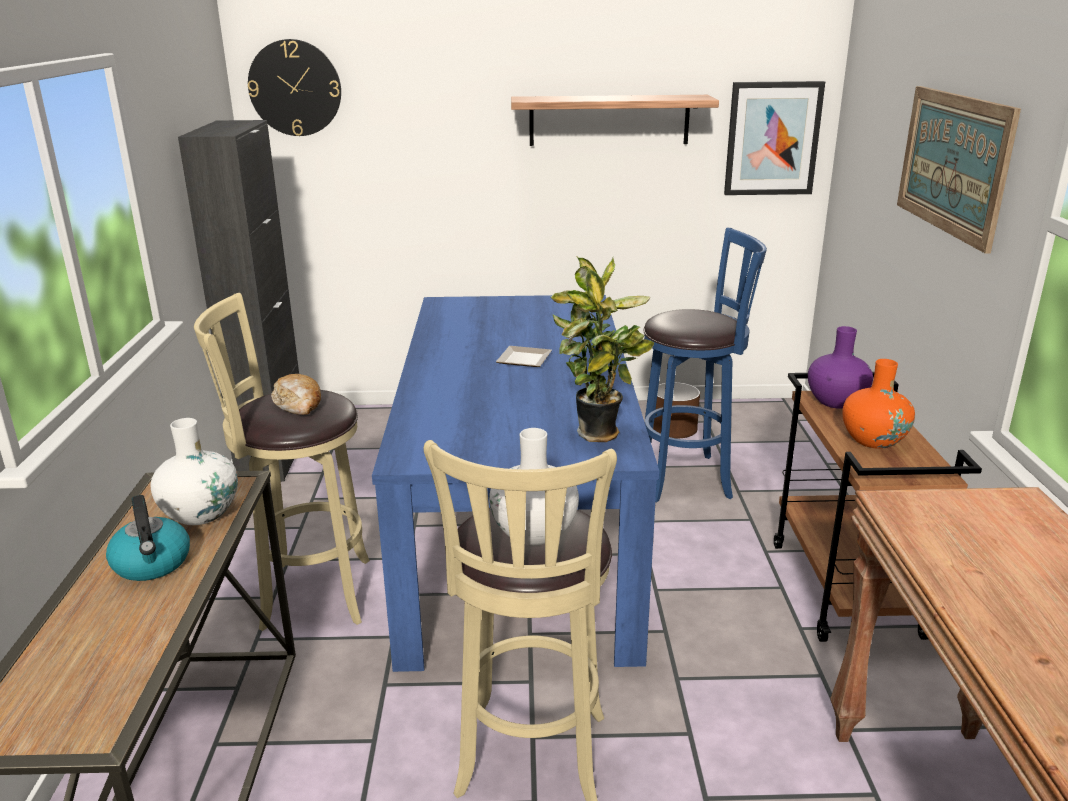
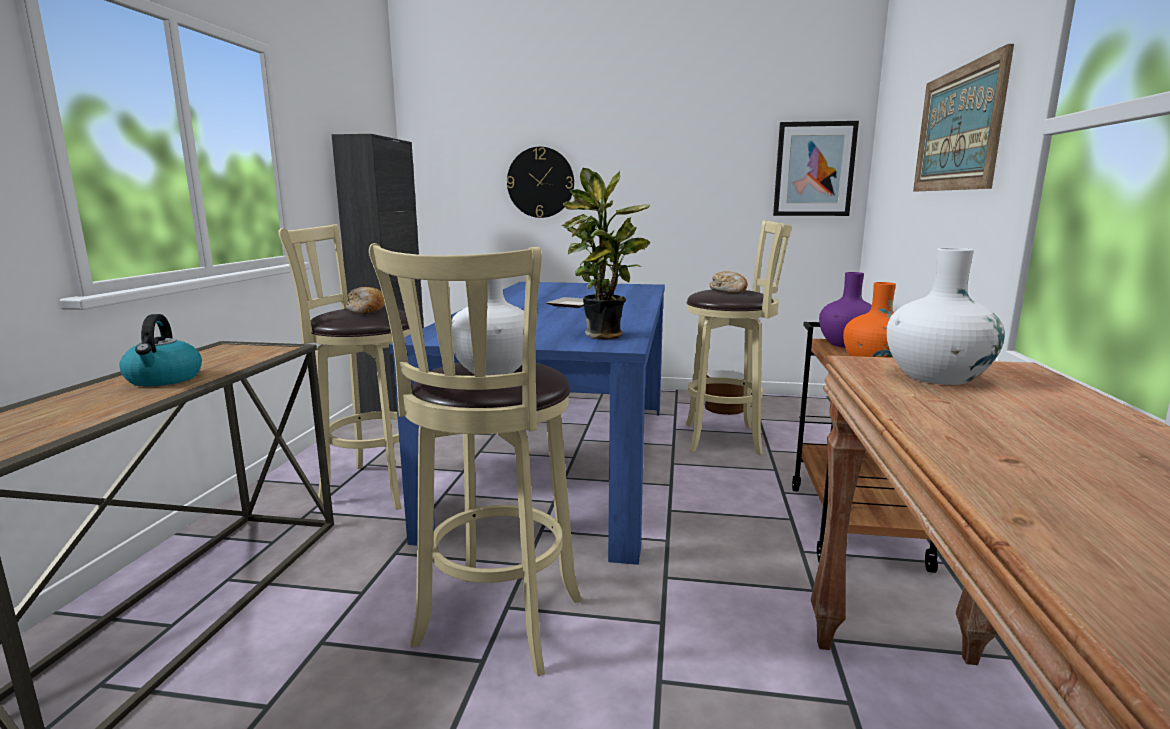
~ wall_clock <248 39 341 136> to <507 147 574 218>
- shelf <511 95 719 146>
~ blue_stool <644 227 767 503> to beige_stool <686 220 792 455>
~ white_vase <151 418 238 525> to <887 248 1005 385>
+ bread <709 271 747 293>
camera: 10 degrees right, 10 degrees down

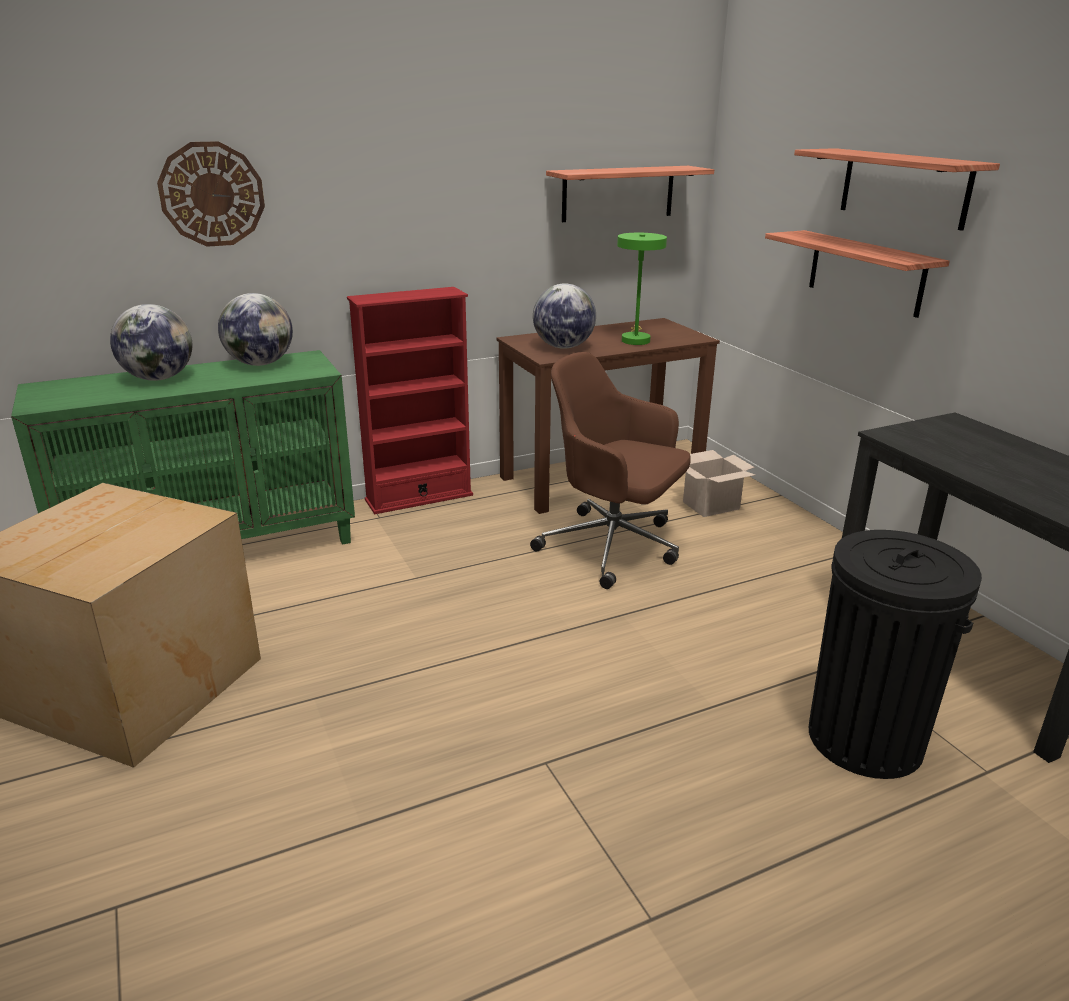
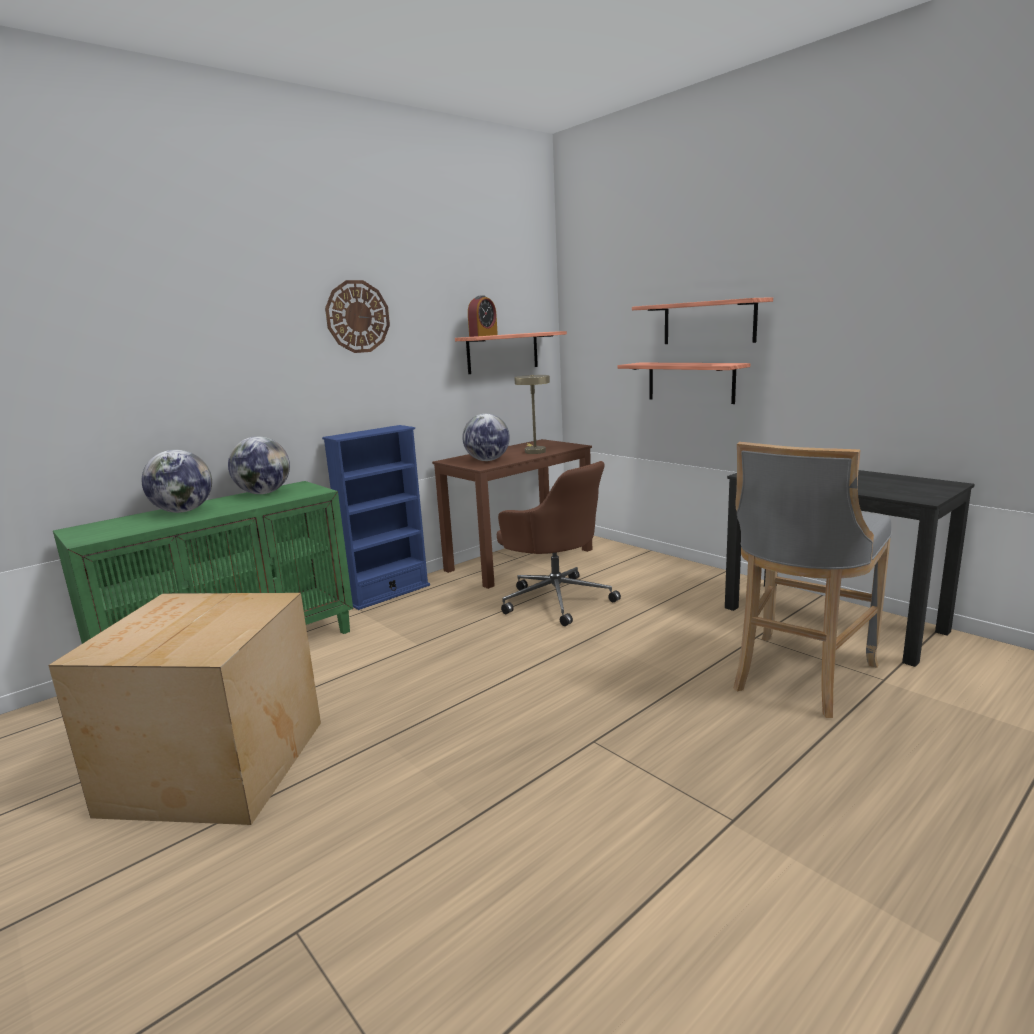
~ wall_clock <157 141 265 247> to <325 280 390 353>
~ green_table_lamp <617 233 667 345> to beige_table_lamp <514 375 550 454>
~ red_bookcase <347 287 473 514> to blue_bookcase <322 425 430 610>
~ brown_office_chair <530 352 691 589> = <497 461 621 626> 150 degrees counterclockwise
- cardboard_box <683 450 755 517>
~ black_trash_can <809 530 982 779> to grey_stool <734 442 891 718>
+ alarm_clock <468 295 498 337>
camera: 15 degrees left, 10 degrees down

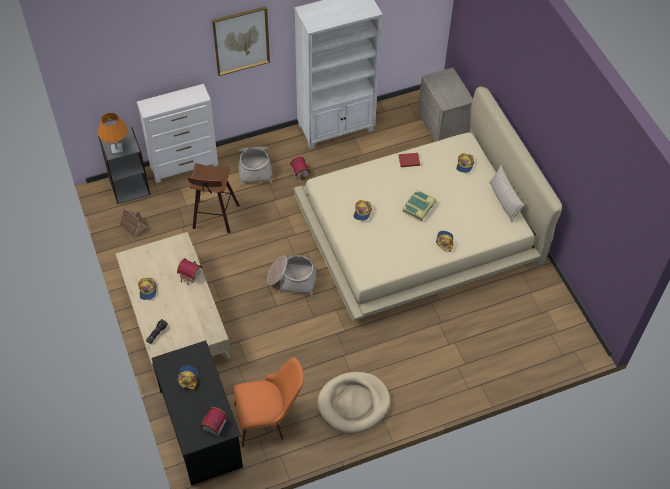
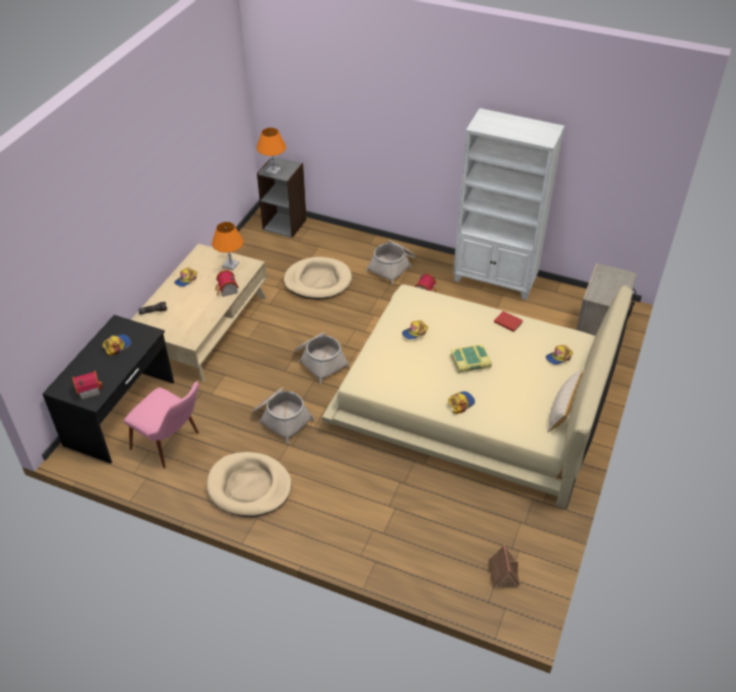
- picture <212 6 270 76>
- white_dresser <137 84 218 183>
~ stool <187 163 240 233> to beige_dog_bed <284 257 352 299>
~ toy_house <119 207 148 236> to <488 545 520 587>
~ orange_chair <234 357 304 447> to pink_chair <124 382 199 468>
+ orange_table_lamp <212 222 244 270>
+ basket <252 387 315 443>
camera: 45 degrees right, 10 degrees down

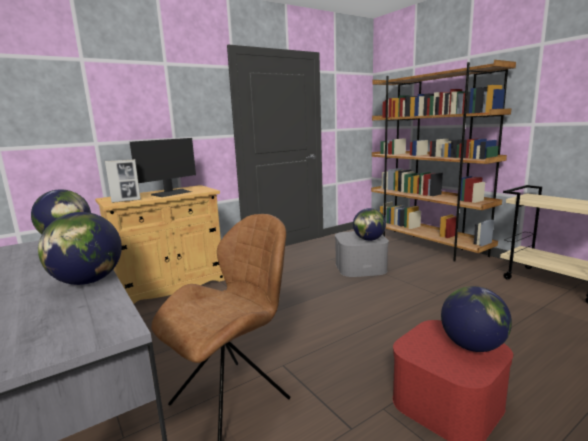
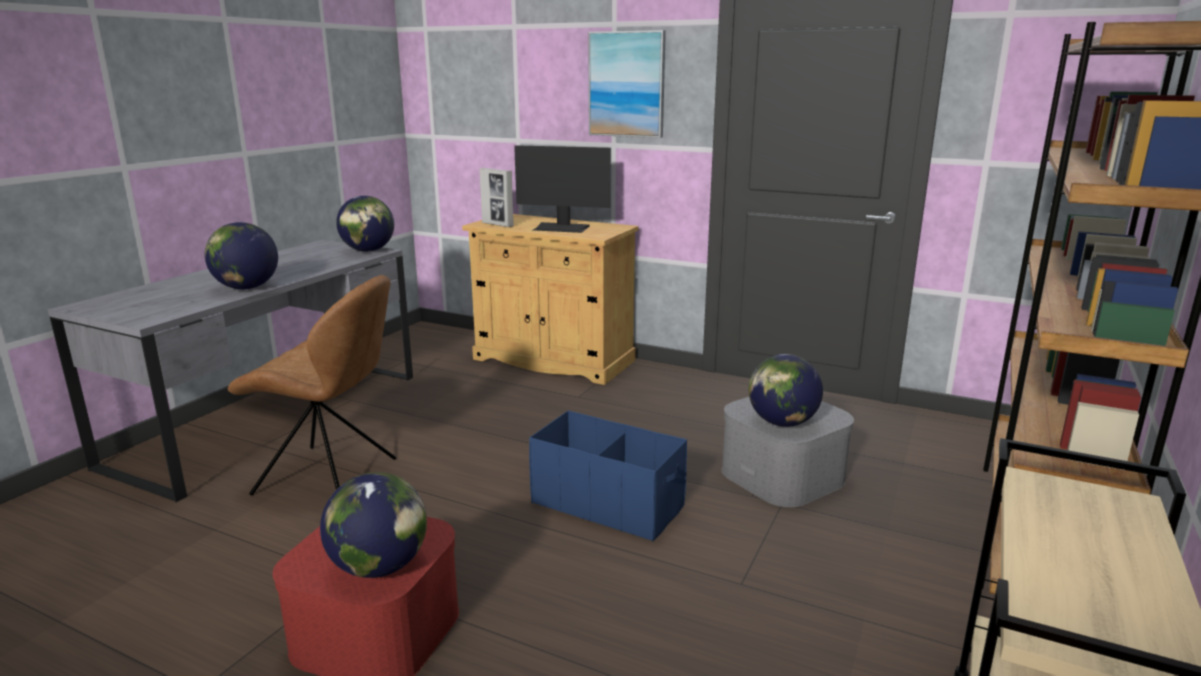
+ picture <588 30 666 138>
+ blue_storage_box <529 411 687 541>
camera: 60 degrees right, 5 degrees up

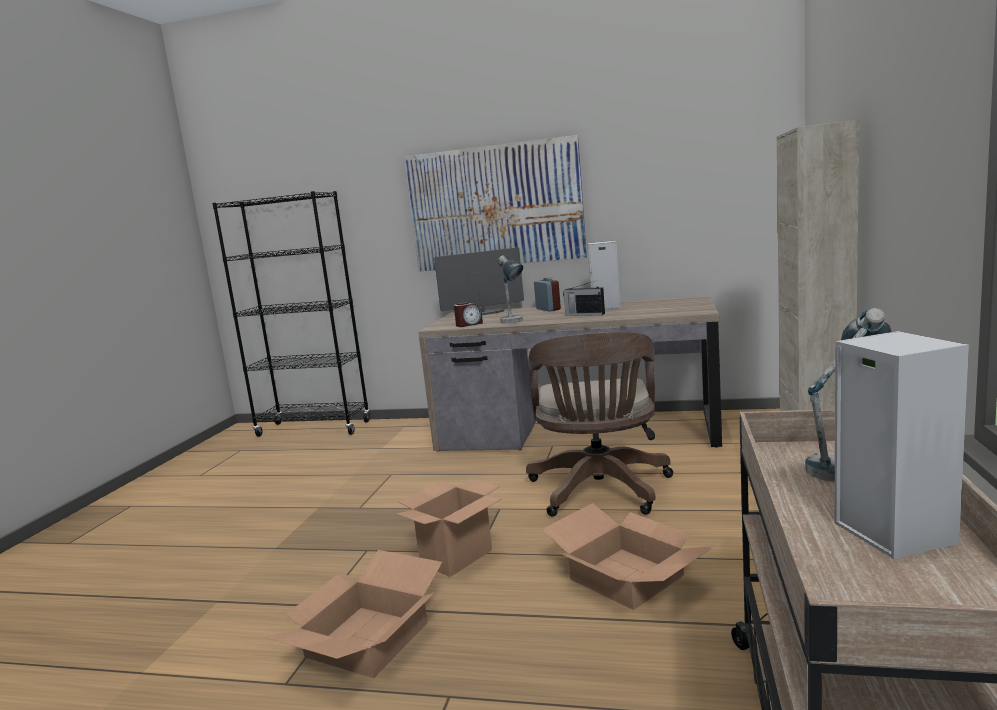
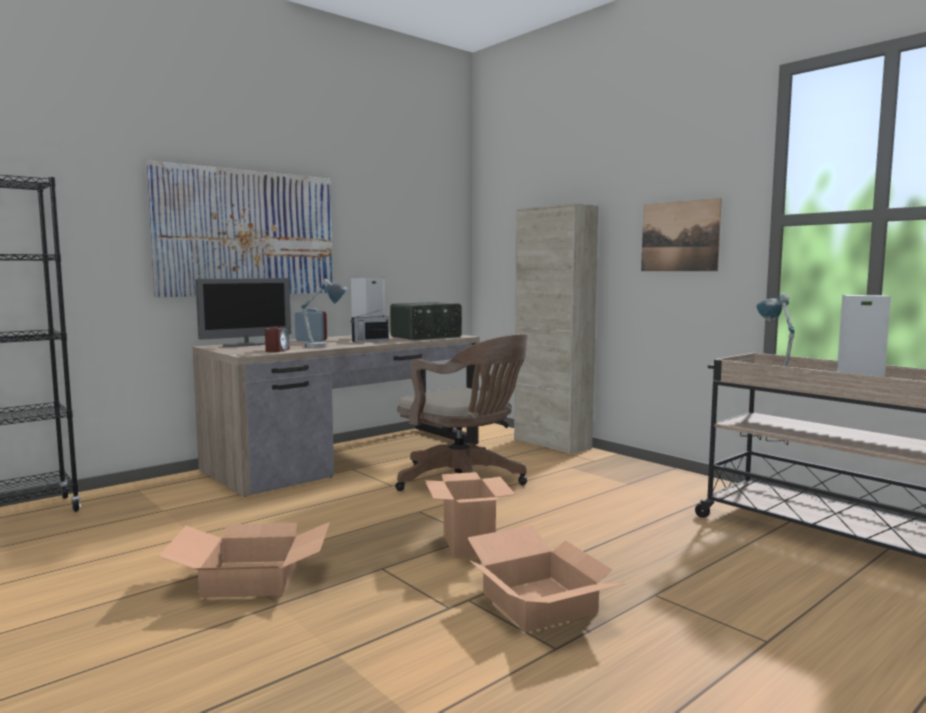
~ monitor <434 247 524 315> = <195 278 291 347> 150 degrees counterclockwise
~ cardboard_box <542 503 714 610> to <158 522 330 598>
+ picture <641 198 722 271>
+ radio <390 302 462 340>
camera: 55 degrees left, 5 degrees down

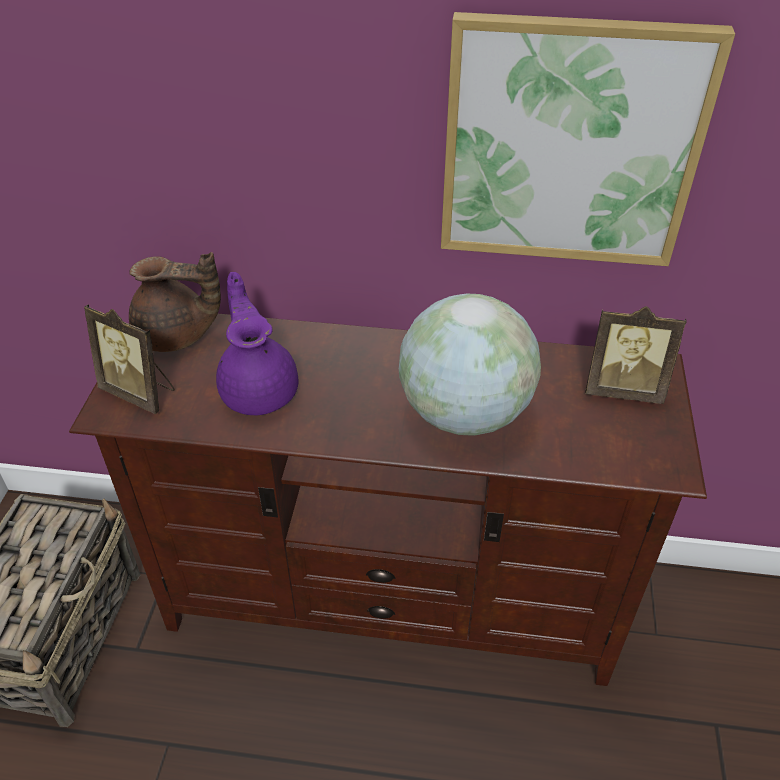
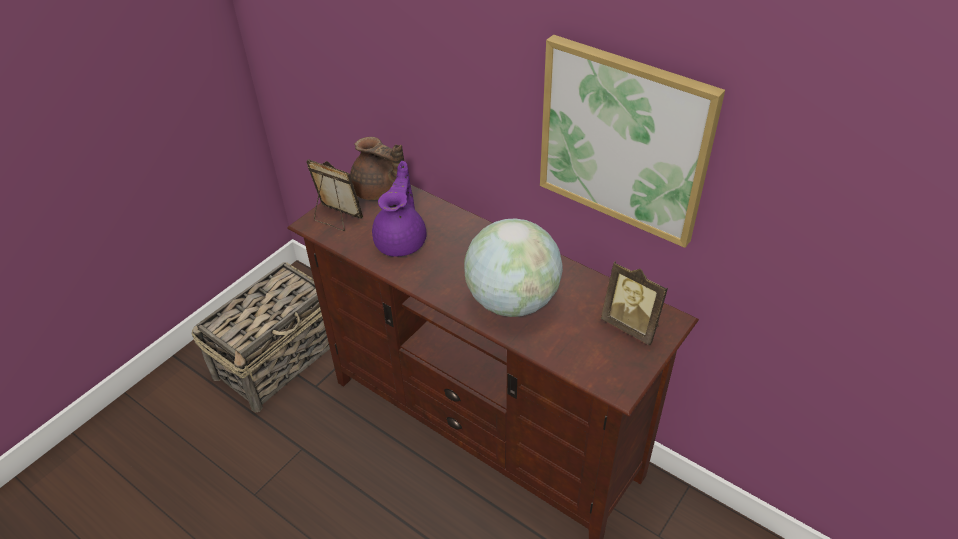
~ picture_frame <84 304 175 414> = <306 159 363 231> 150 degrees clockwise
camera: 30 degrees right, 0 degrees up

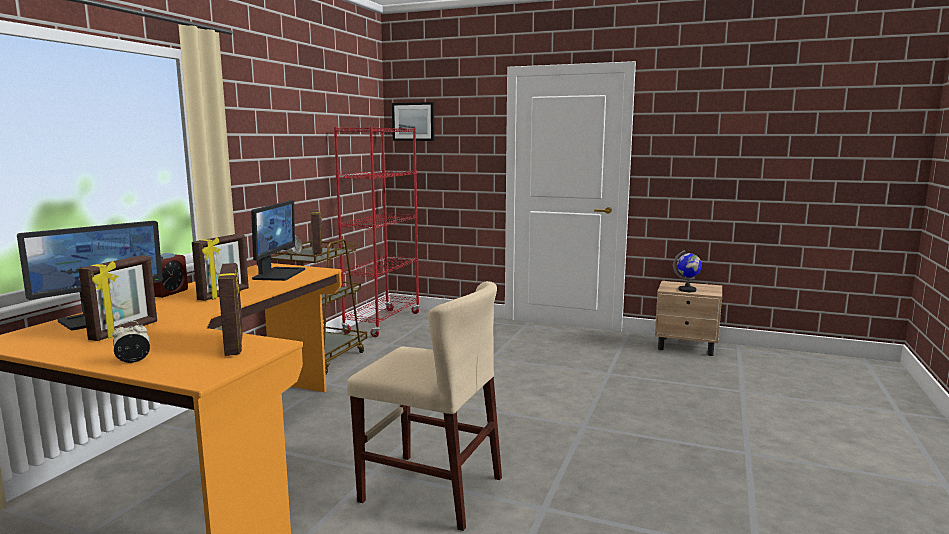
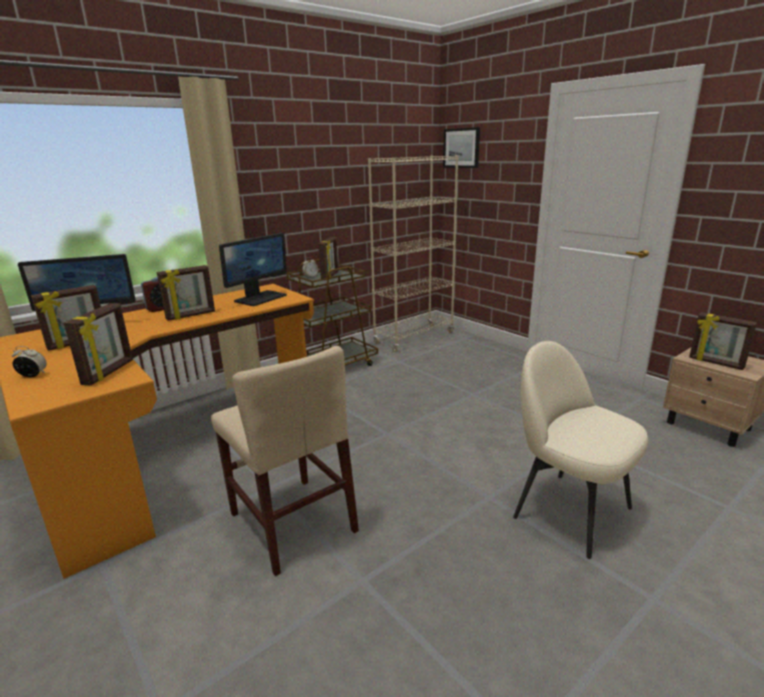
~ red_bookcase <334 127 420 337> to beige_bookcase <368 155 459 352>
~ globe <673 250 702 292> to picture_frame <689 312 757 370>
+ beige_chair <513 341 648 559>
camera: 30 degrees right, 10 degrees up

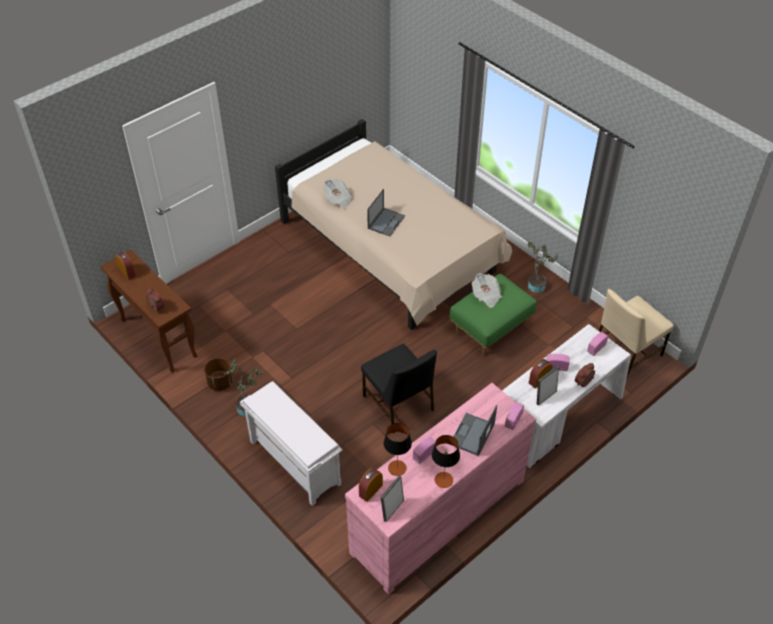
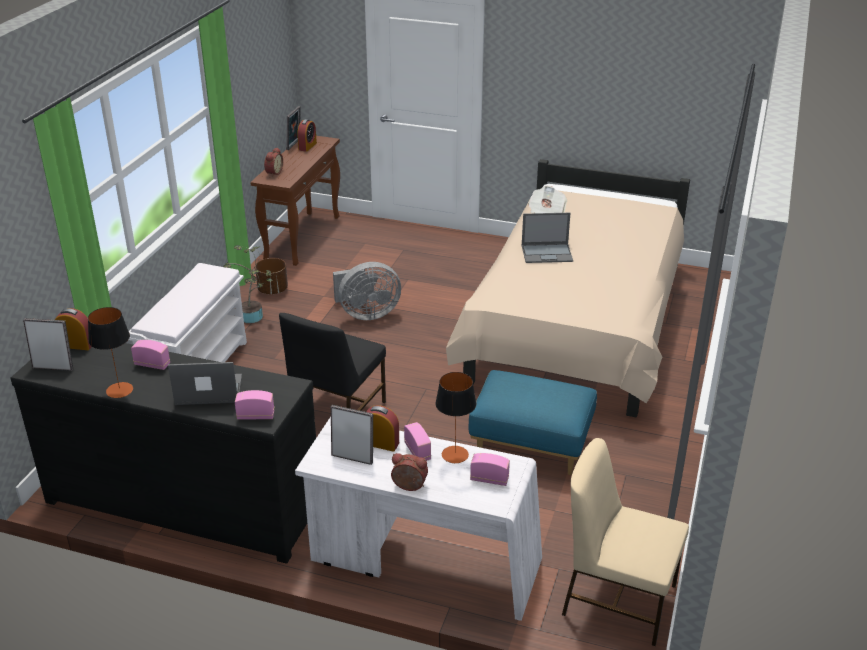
- potted_plant <528 242 556 293>
- newspaper <472 273 502 308>
~ green_ottoman <449 274 537 355> to blue_ottoman <468 370 597 475>
~ pink_dresser <345 383 536 594> to black_dresser <11 343 316 564>
~ table_lamp <384 423 412 476> to <435 372 476 463>
+ picture_frame <286 106 301 150>
+ grey_fan <333 262 401 320>
camera: 60 degrees right, 15 degrees down

